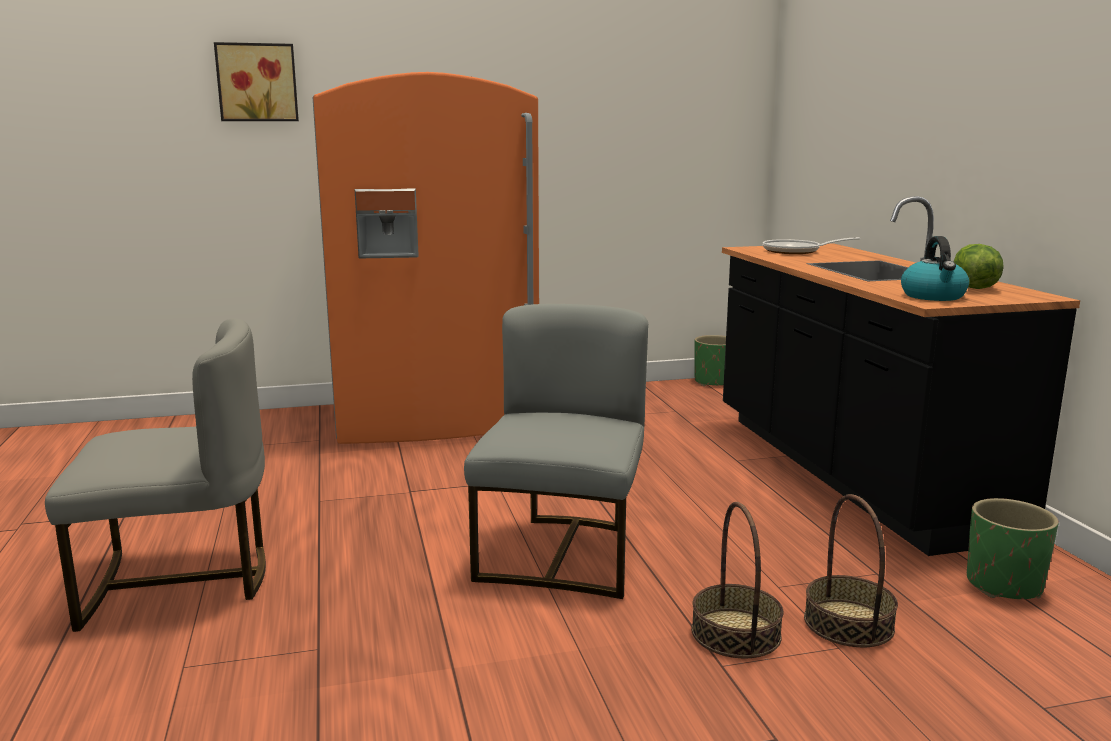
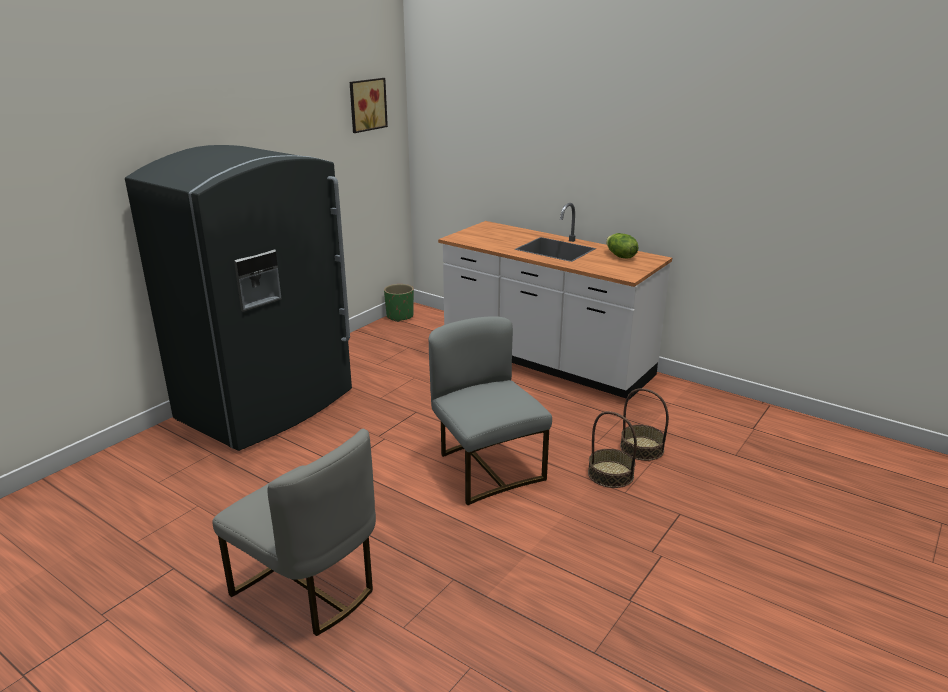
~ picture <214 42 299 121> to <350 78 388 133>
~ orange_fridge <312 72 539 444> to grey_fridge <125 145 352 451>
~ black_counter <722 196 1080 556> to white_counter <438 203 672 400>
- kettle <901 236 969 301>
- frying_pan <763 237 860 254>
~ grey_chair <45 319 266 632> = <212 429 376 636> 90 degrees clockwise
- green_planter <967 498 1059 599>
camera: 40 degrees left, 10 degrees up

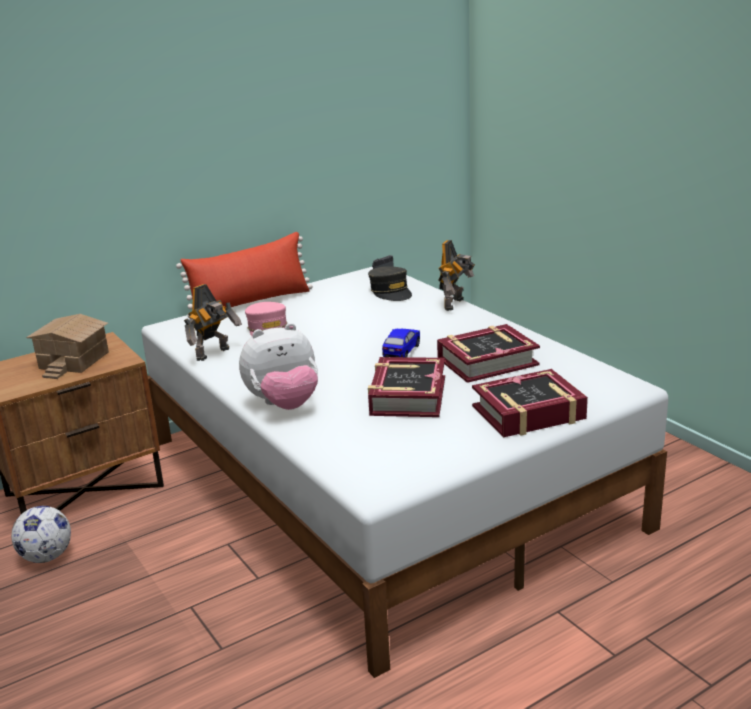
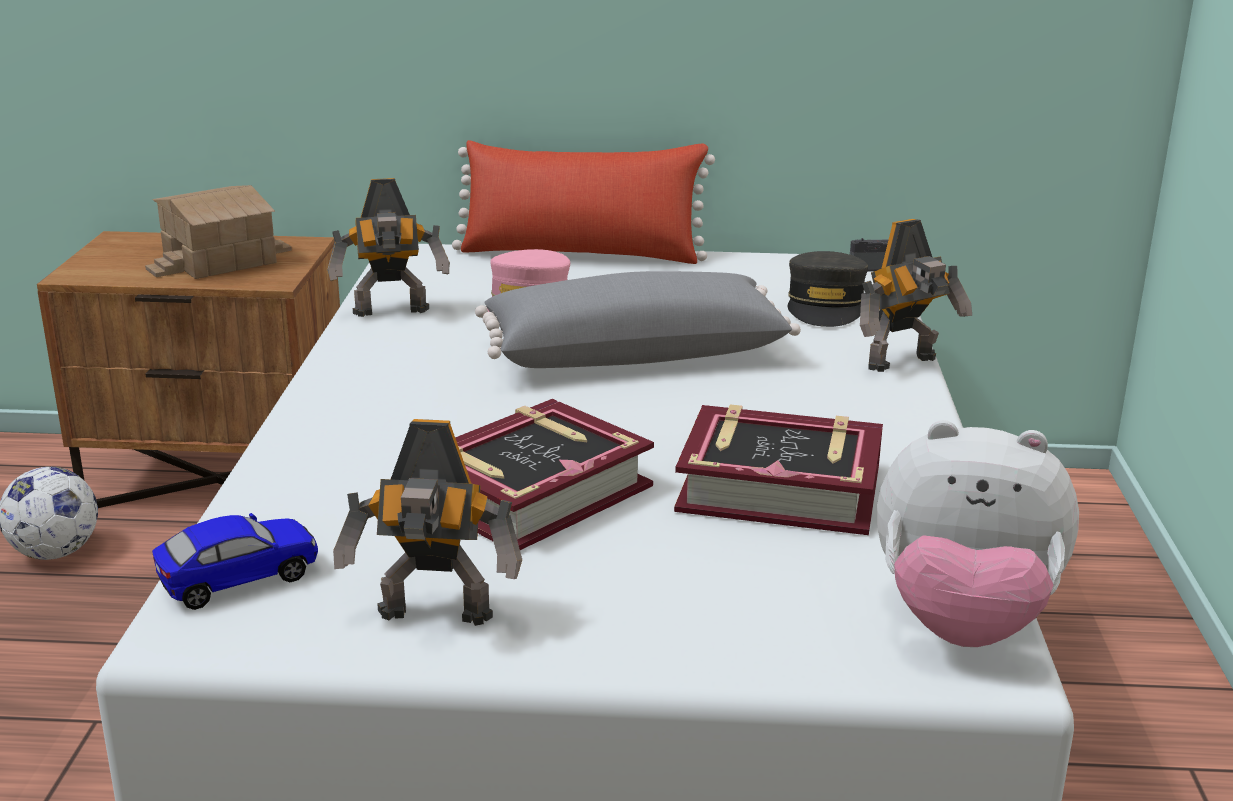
~ plush_toy <239 323 318 410> to <877 420 1079 647>
~ toy_car <382 329 420 357> to <152 513 318 610>
- book <472 369 588 438>
+ grey_pillow <475 271 801 368>
+ toy_robot <333 419 522 626>
camera: 35 degrees right, 0 degrees up

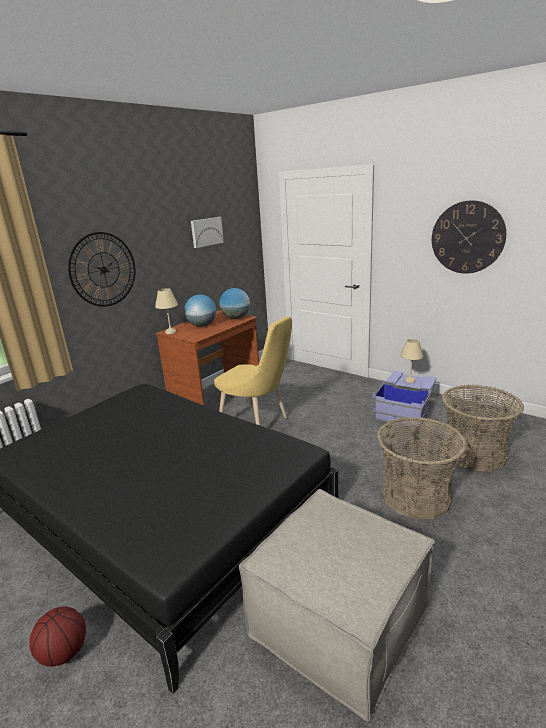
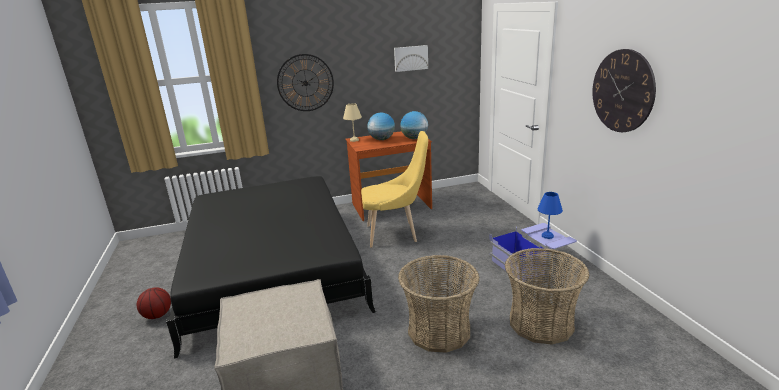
~ yellow_chair <214 316 292 425> = <361 131 428 248> 75 degrees counterclockwise
~ beige_table_lamp <400 339 424 383> to blue_table_lamp <538 192 563 239>
camera: 35 degrees right, 0 degrees up

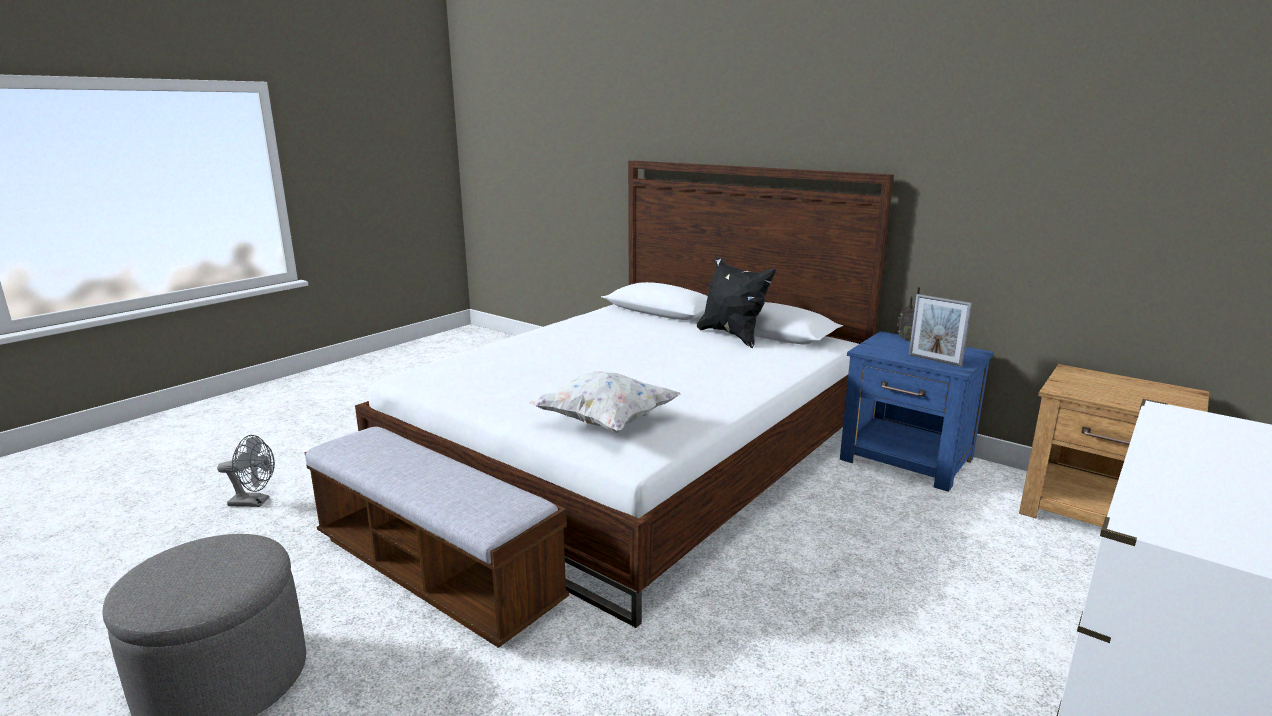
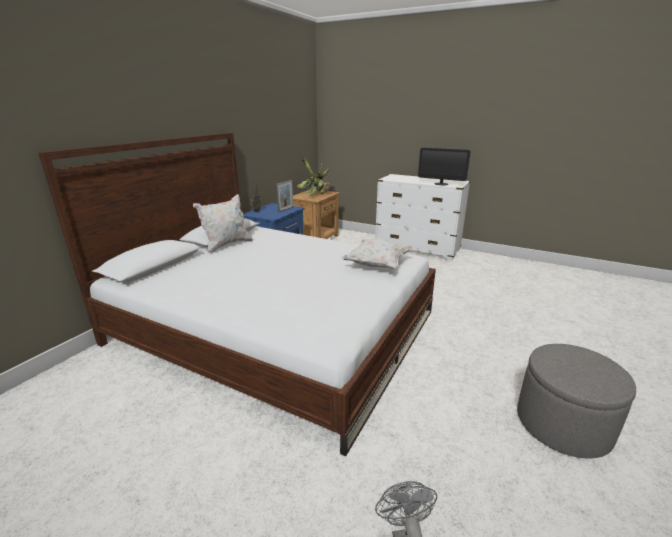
~ black_pillow <697 257 777 348> to white_pillow <193 194 253 253>
- bench <304 426 569 648>
+ monitor <418 147 470 186>
+ potted_plant <297 157 330 196>
camera: 100 degrees left, 5 degrees up

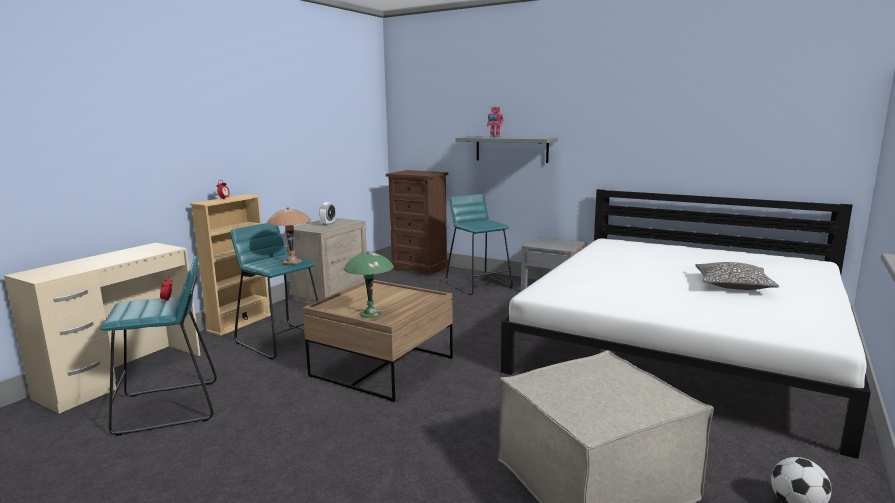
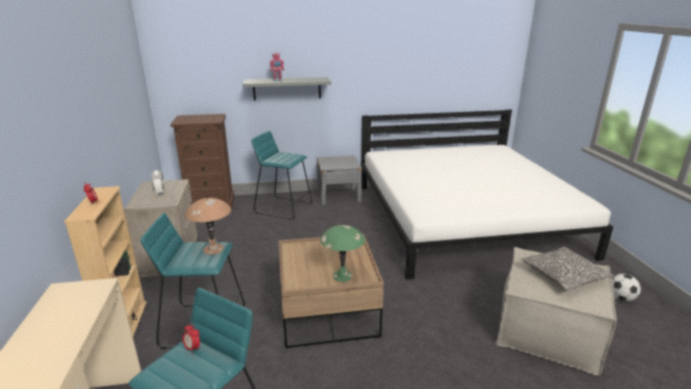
~ pillow <695 262 779 290> to <521 246 614 291>
camera: 40 degrees left, 10 degrees up

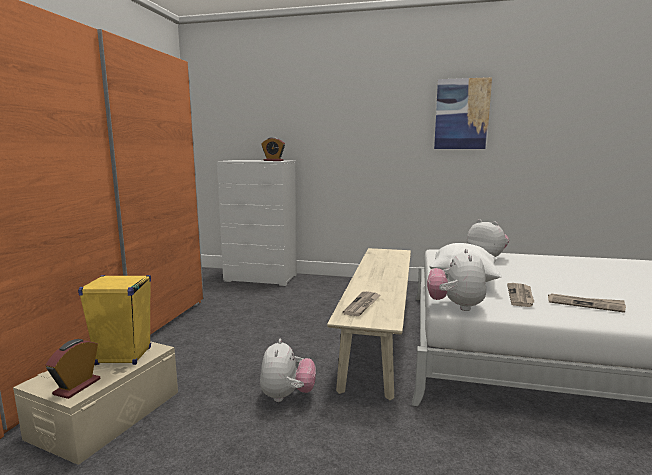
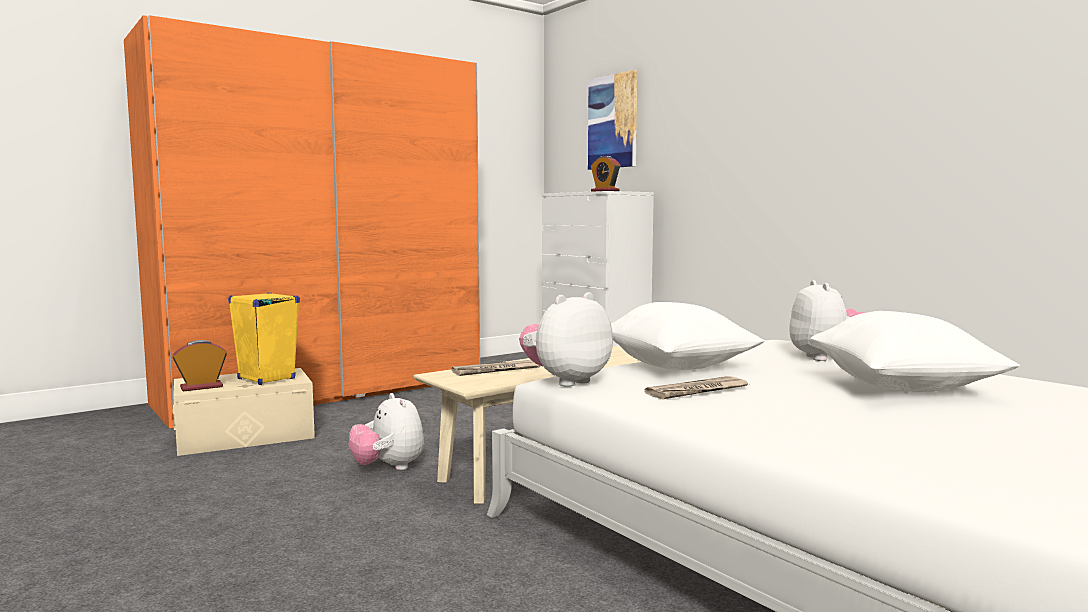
~ picture <434 77 492 149> to <588 70 637 170>
- newspaper <548 293 626 313>
~ plush_toy <260 339 316 402> = <349 393 424 470> 105 degrees clockwise
+ white_pillow <810 311 1020 392>
camera: 40 degrees right, 5 degrees down

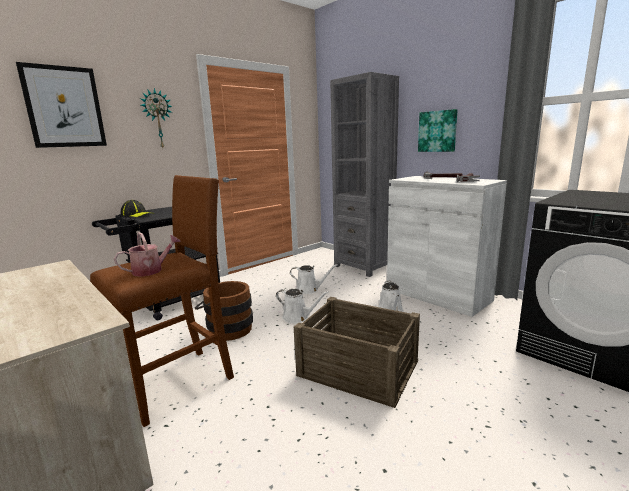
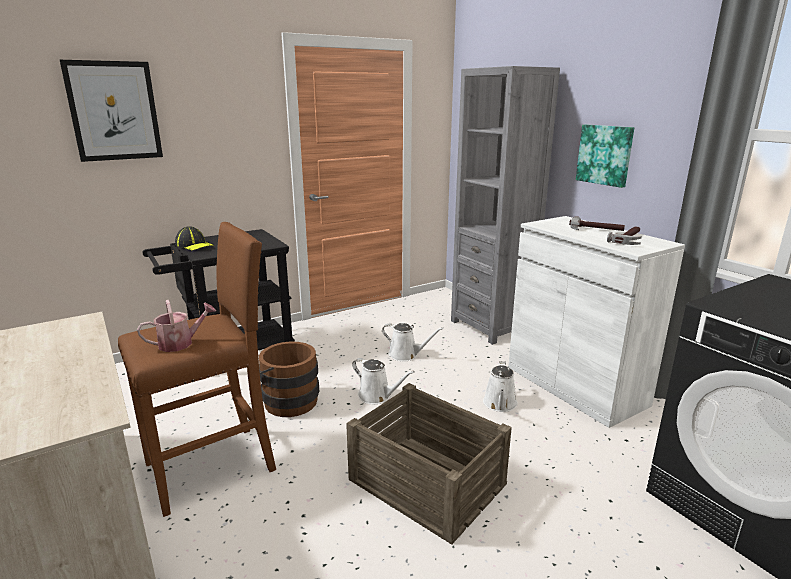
- wall_clock <140 88 172 148>
camera: 10 degrees right, 5 degrees up

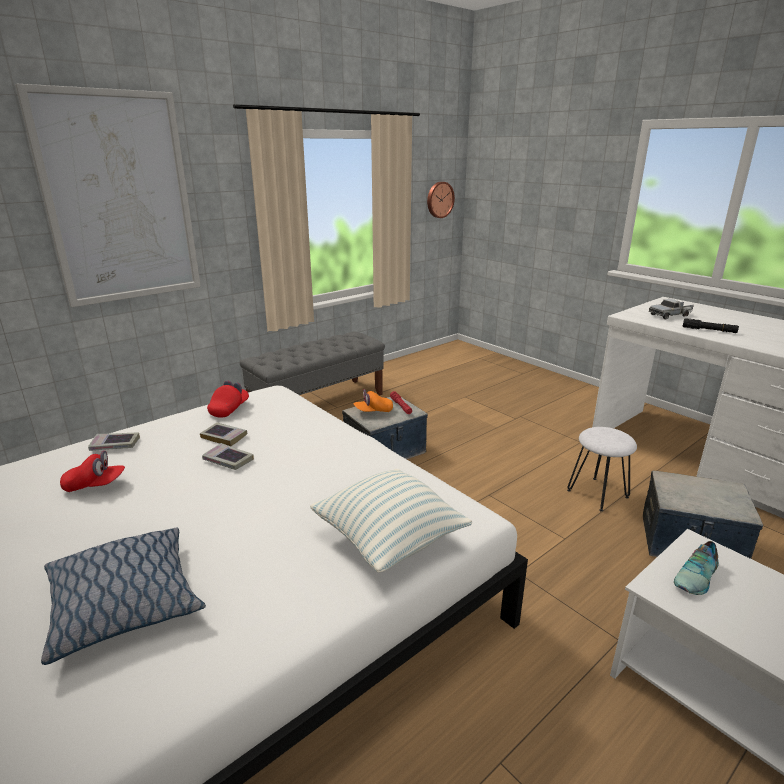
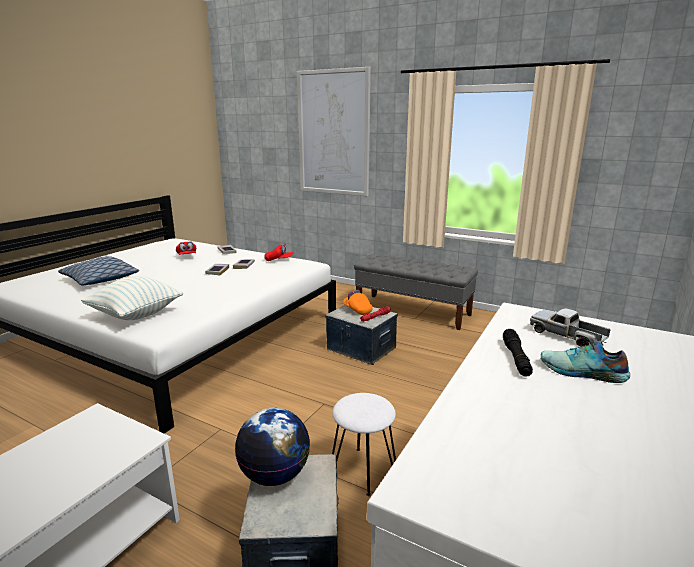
- wall_clock <427 182 455 218>
~ shoe <674 541 719 595> to <541 341 630 383>
+ globe <235 408 310 486>
camera: 70 degrees right, 5 degrees down

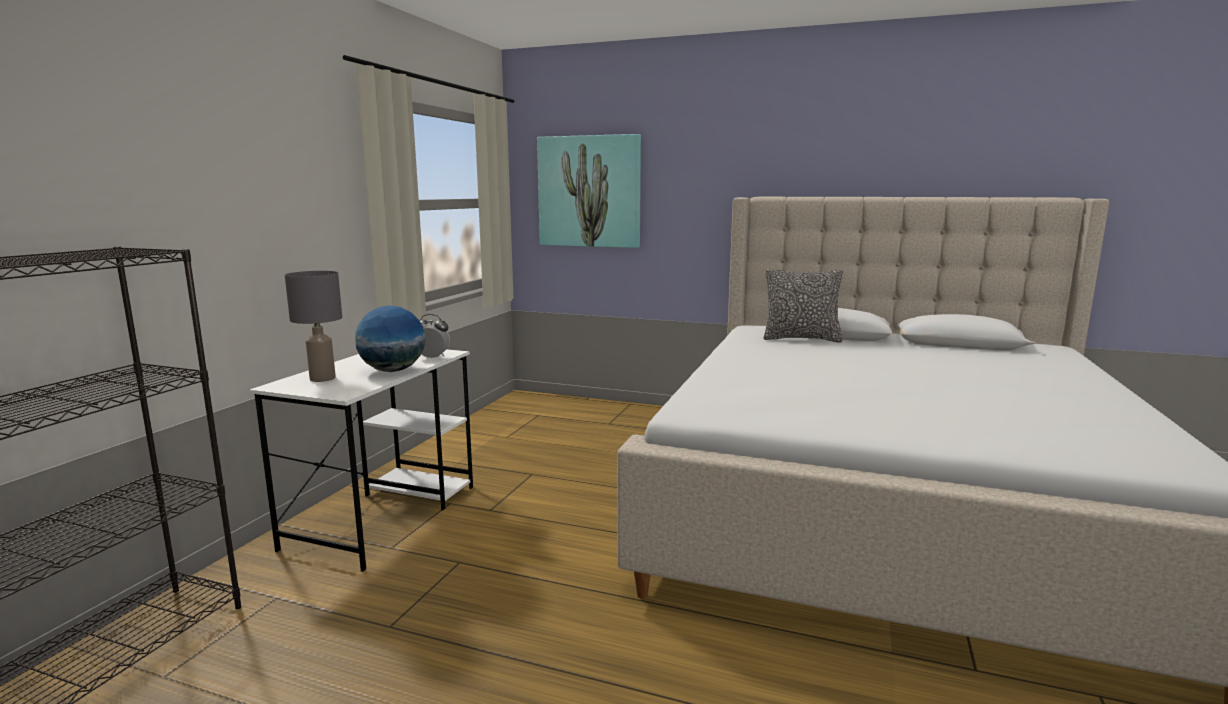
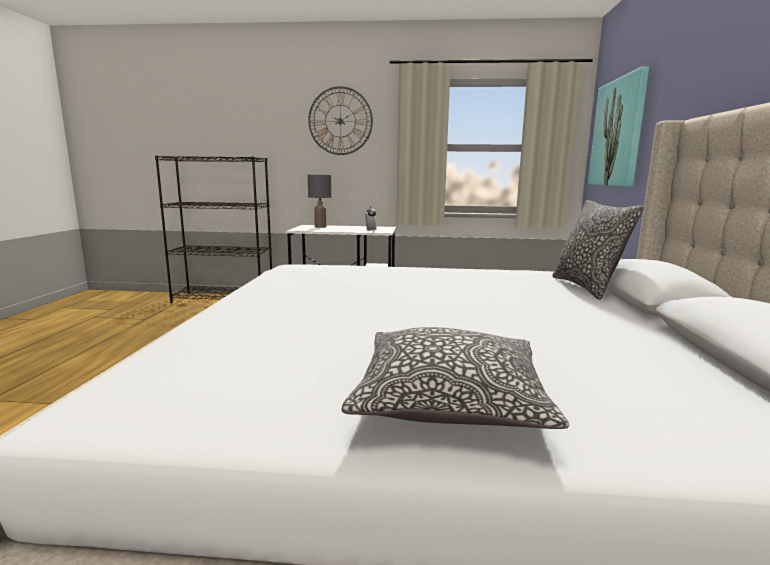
- globe <355 306 425 372>
+ wall_clock <308 86 373 155>
+ pillow <341 327 570 429>
camera: 75 degrees right, 0 degrees up

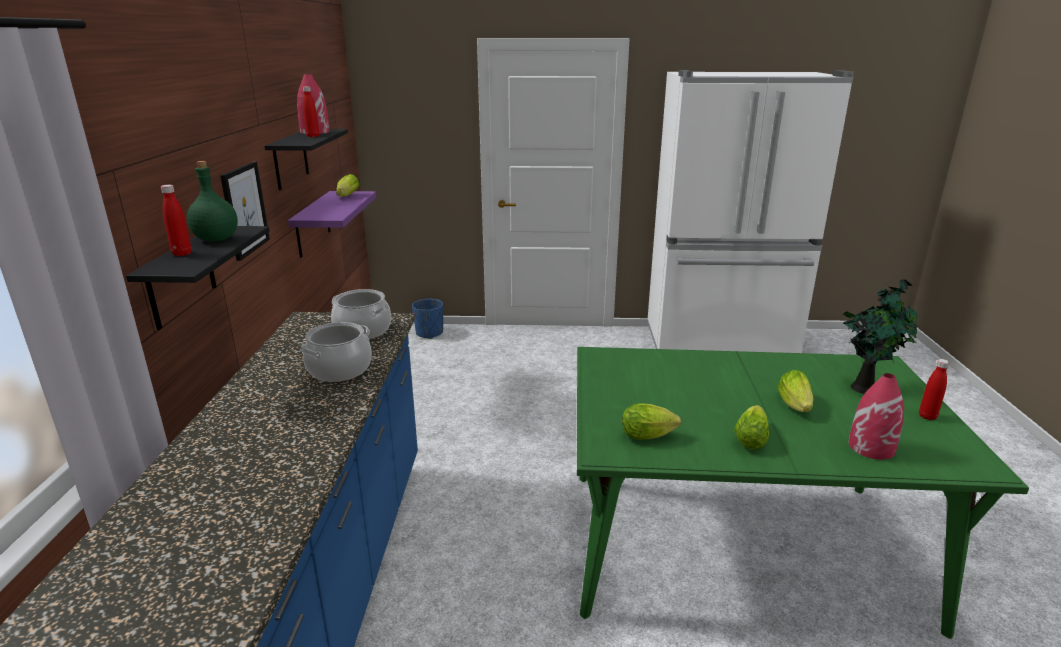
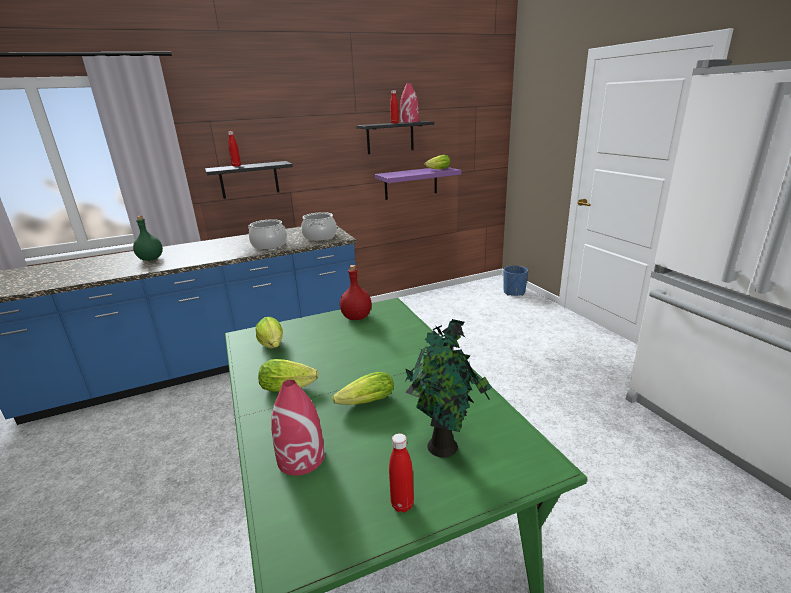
~ green_bottle <187 161 238 242> to <133 216 163 261>
- picture <220 162 270 261>
+ red_bottle <340 265 372 320>
camera: 65 degrees right, 0 degrees up

